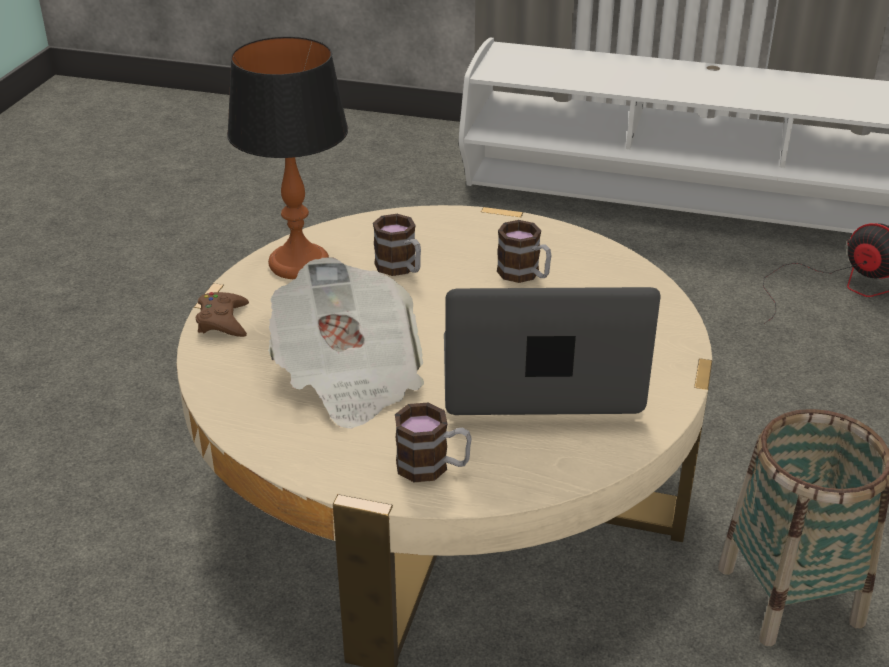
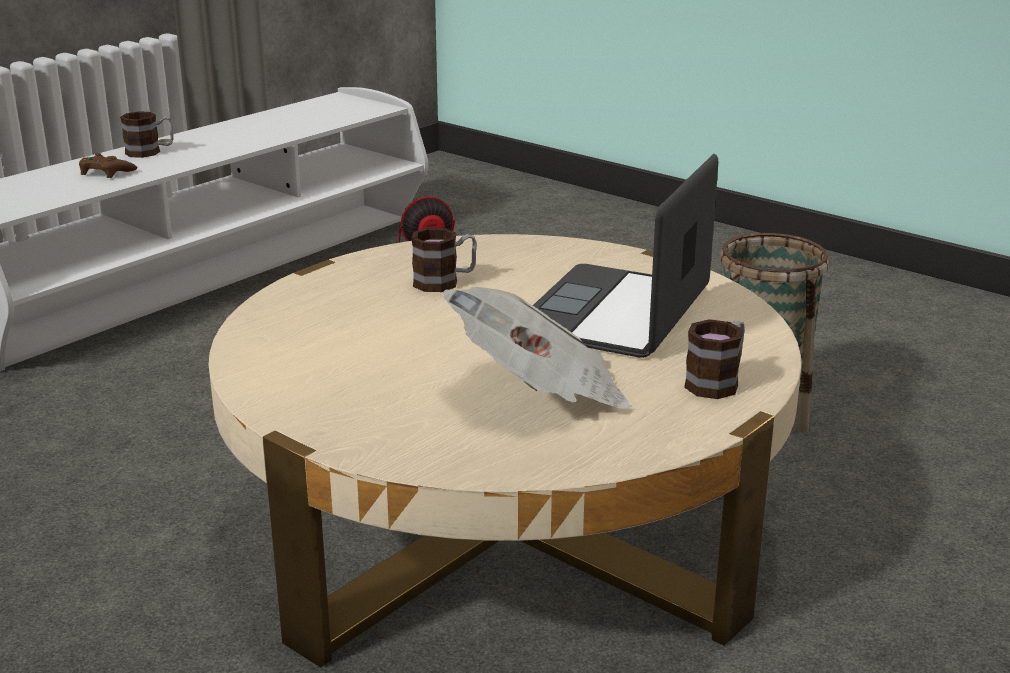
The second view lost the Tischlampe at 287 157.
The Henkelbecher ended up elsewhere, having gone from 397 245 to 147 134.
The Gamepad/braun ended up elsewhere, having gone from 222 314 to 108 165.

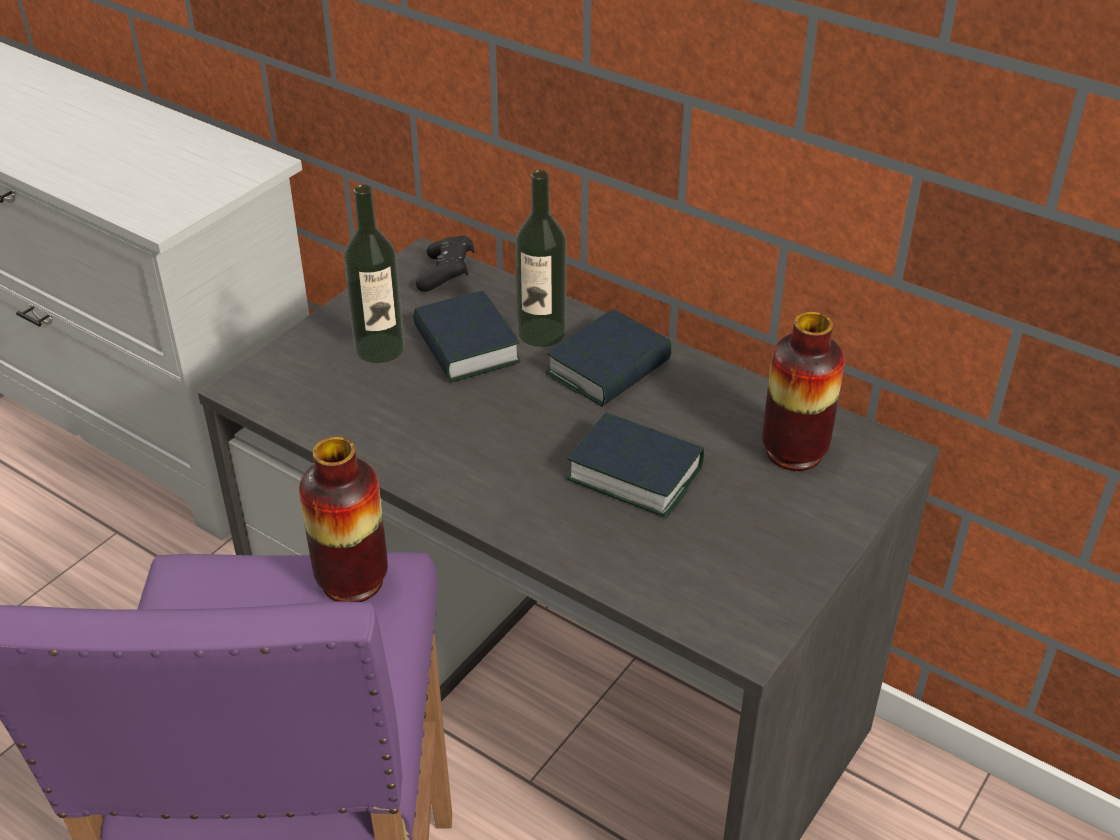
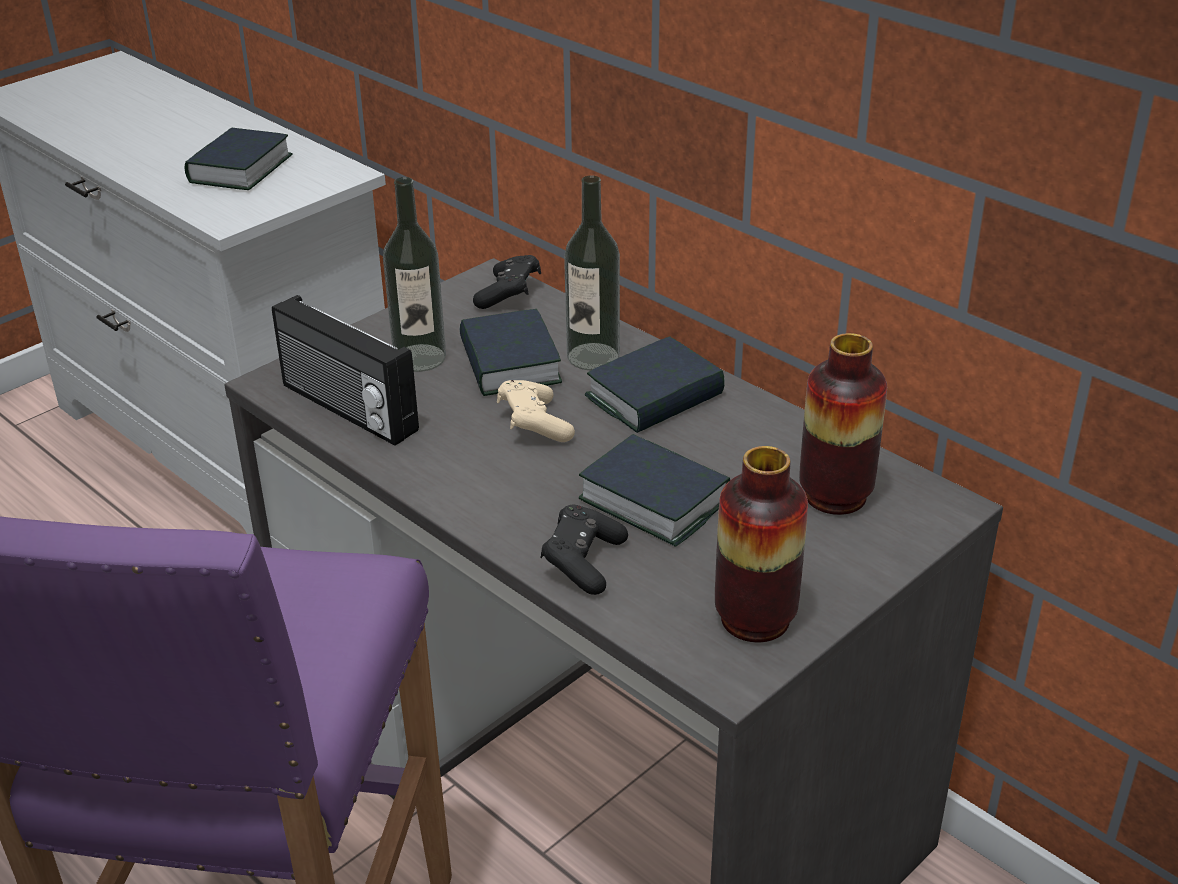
The Vase ended up elsewhere, having gone from 343 519 to 761 544.
The second view gained the Buch at 239 158.
The second view gained the Radio at 345 370.
The second view gained the Gamepad/beige at 536 411.
The second view gained the Gamepad/schwarz at 584 550.

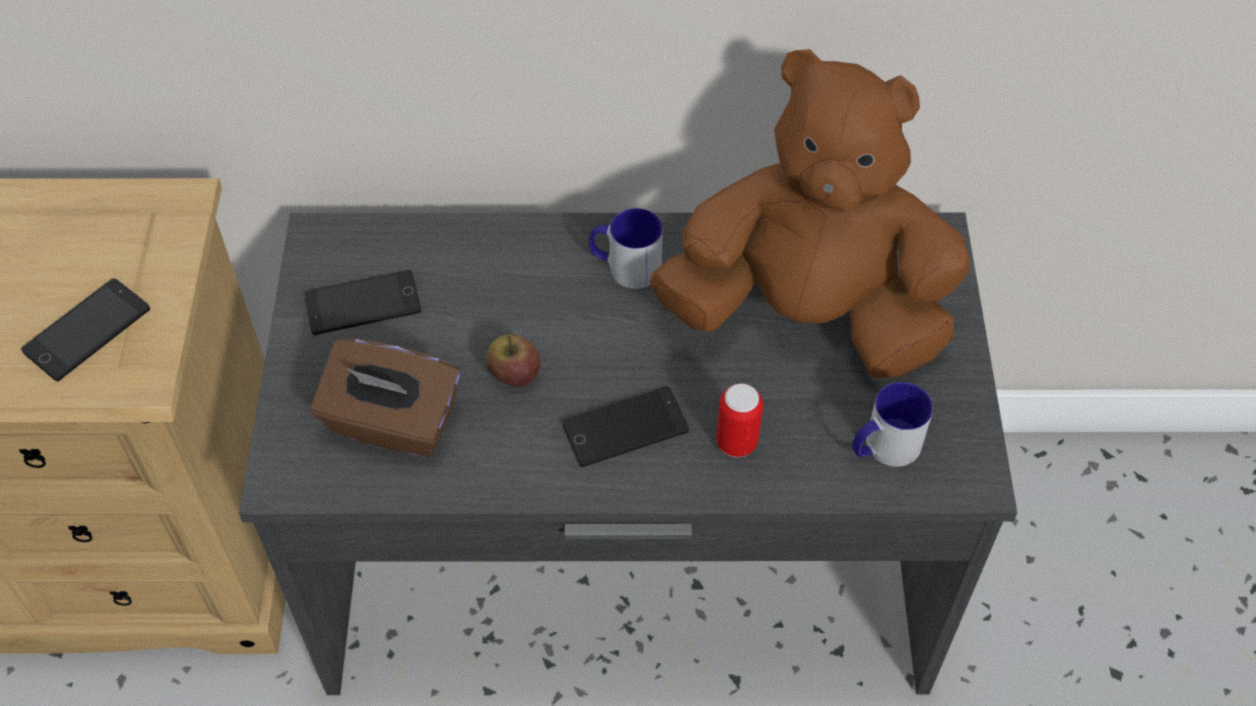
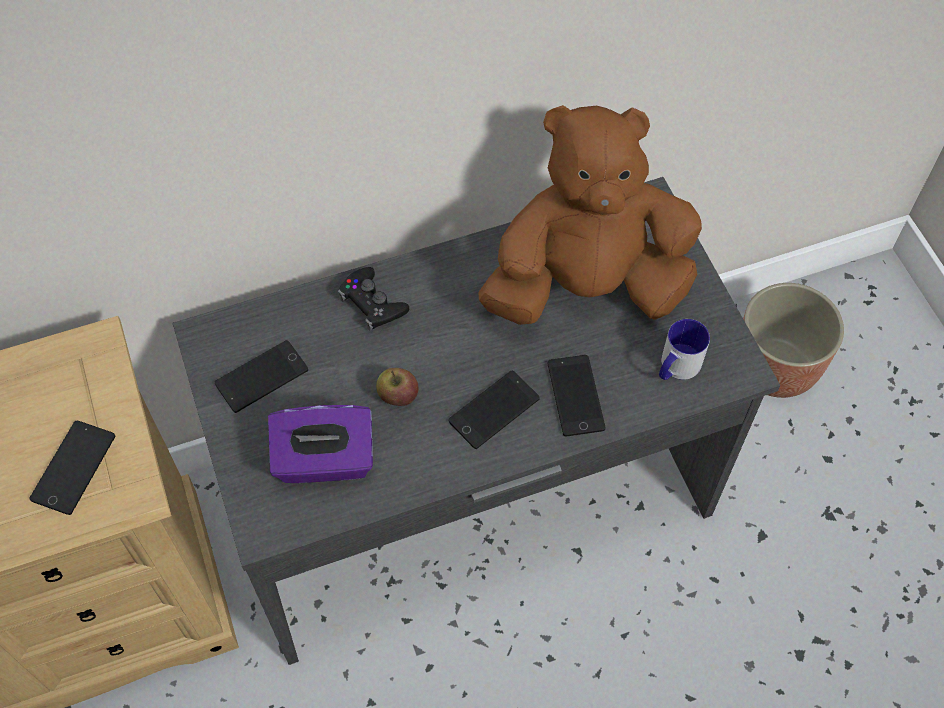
The second view lost the Henkelbecher at 626 248.
What was the Taschentuchbox/braun at 386 398 turned into the Taschentuchbox/lila at 320 444.
Where the Dose stood at 739 420, the Handy came to stand at 576 395.
The second view gained the Gamepad/schwarz at 373 299.
The second view gained the Pflanzkübel at 793 340.

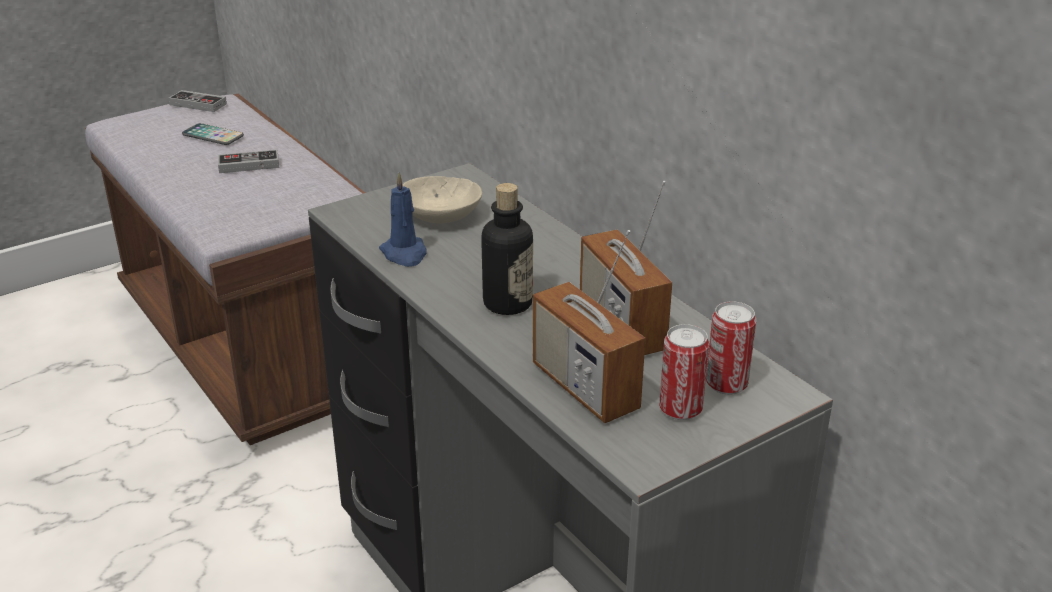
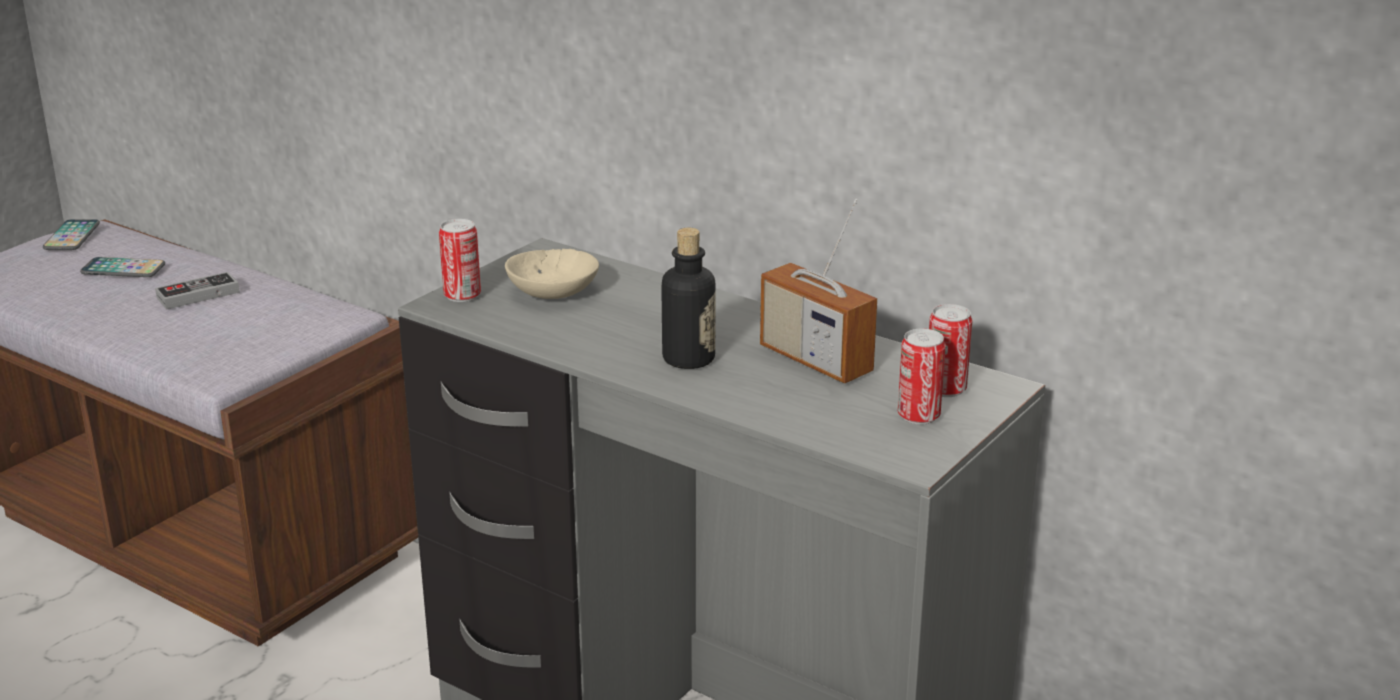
Where the Gamepad stood at 197 101, the Handy came to stand at 71 234.
The second view lost the Kerze/blau at 403 219.
The second view lost the Radio at 589 326.
The second view gained the Dose at 460 260.

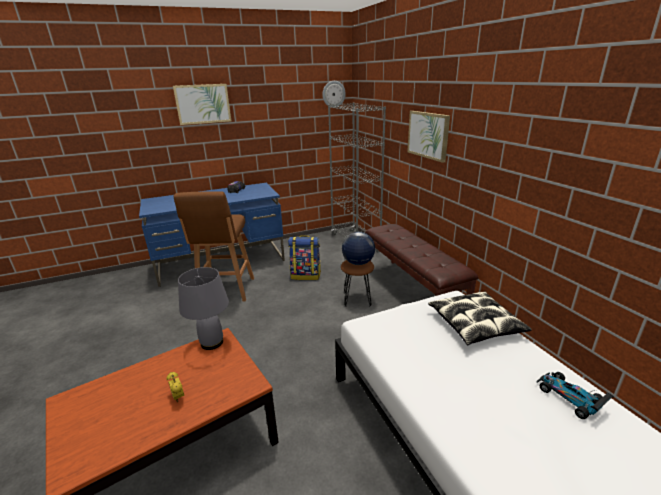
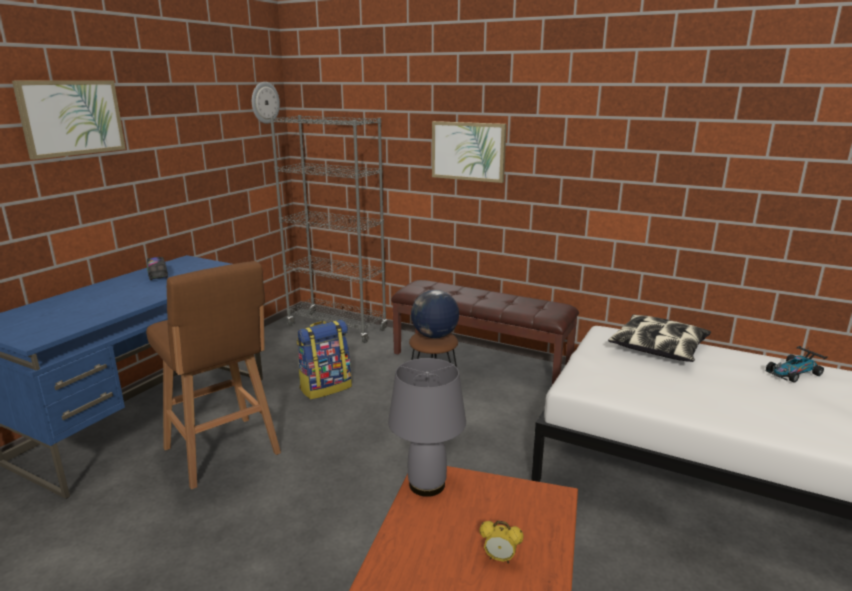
The Spielzeugauto at 575 395 ended up facing another way, 45 degrees counterclockwise from before.

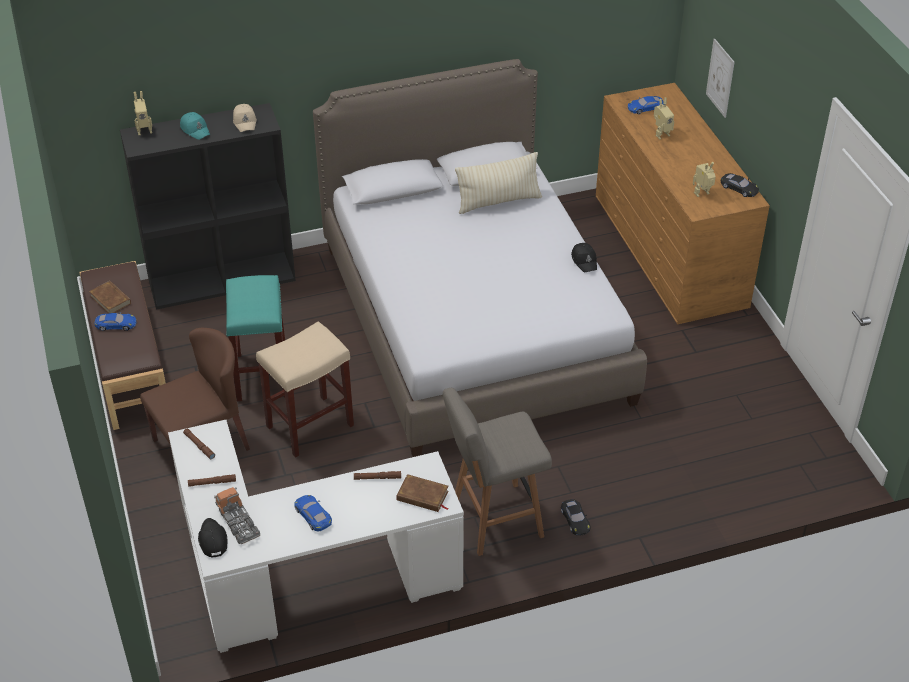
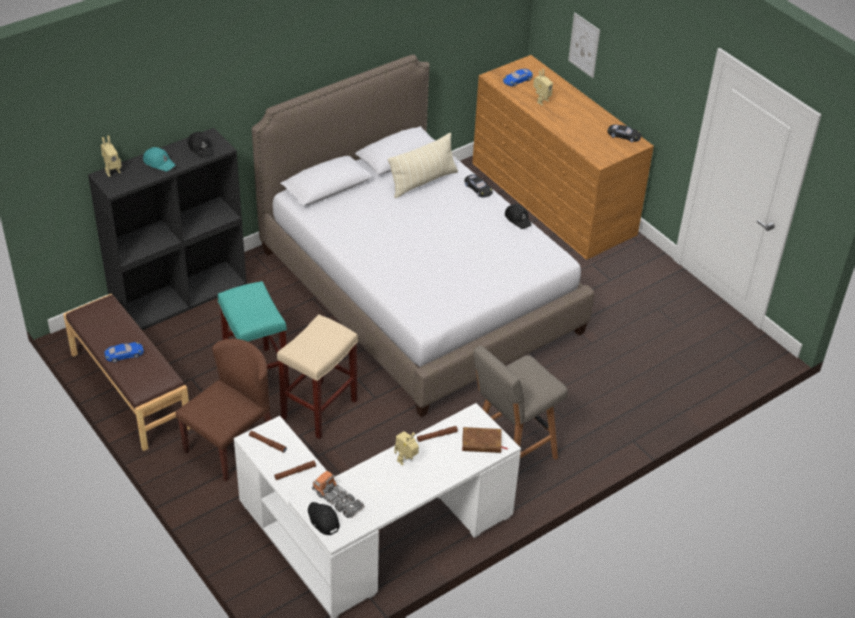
What was the Kappe/beige at 245 118 turned into the Kappe/schwarz at 200 145.
The Spielzeugroboter ended up elsewhere, having gone from 704 179 to 406 448.
The second view lost the Buch/braun at 110 297.
The second view lost the Spielzeugauto/blau at 313 513.
The Spielzeugauto/schwarz ended up elsewhere, having gone from 576 517 to 478 186.

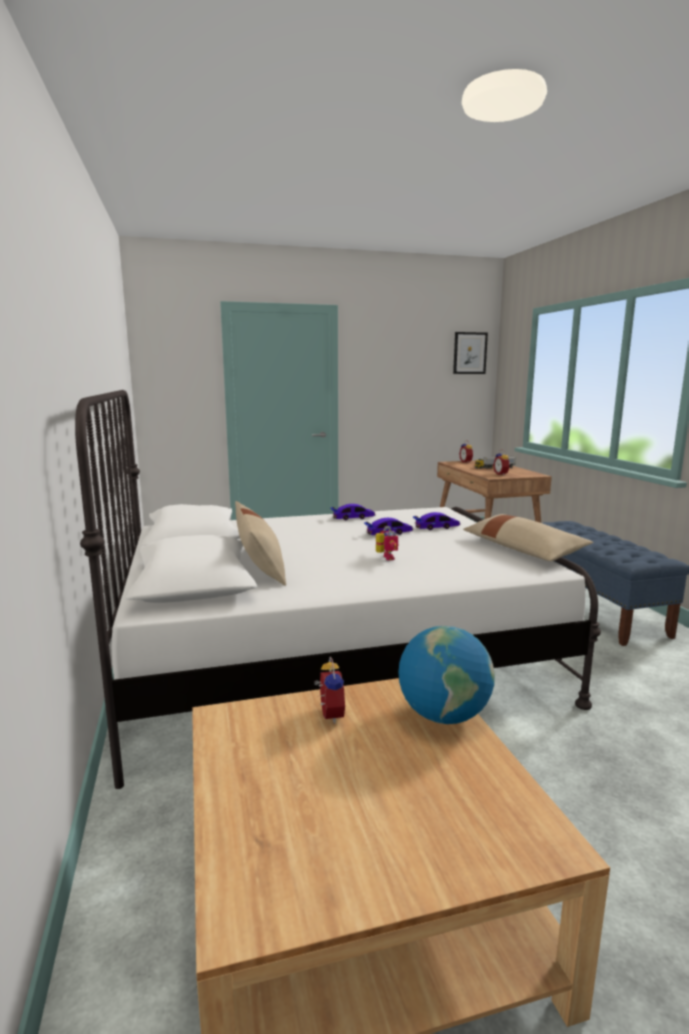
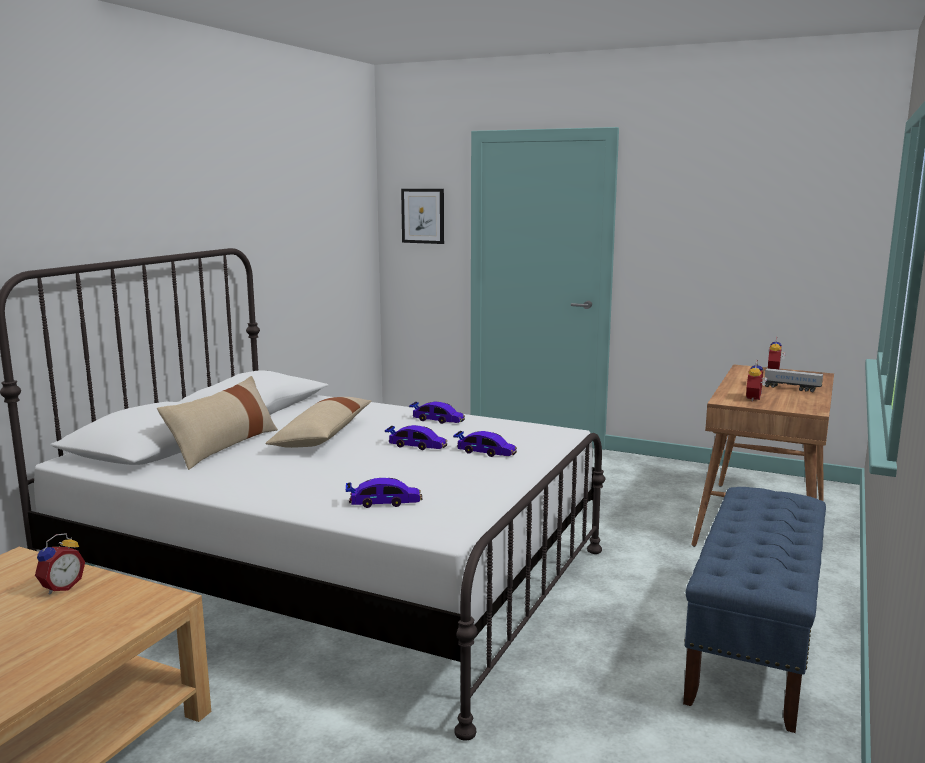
The Bild ended up elsewhere, having gone from 470 353 to 422 216.
The Kissen/beige ended up elsewhere, having gone from 528 537 to 318 422.
The second view lost the Spielzeugroboter at 387 543.
The second view lost the Globus at 446 675.
The second view gained the Spielzeugauto at 384 493.

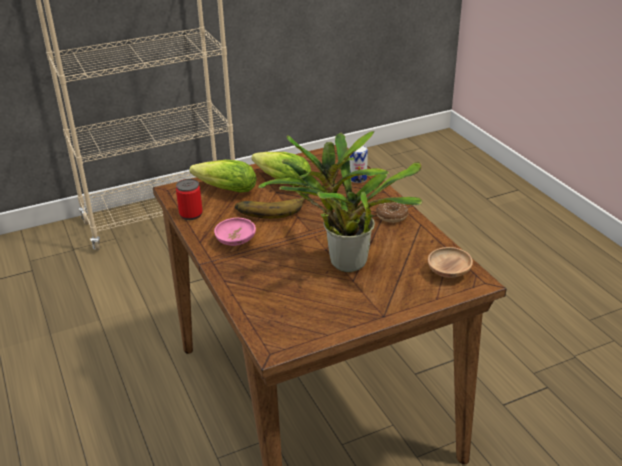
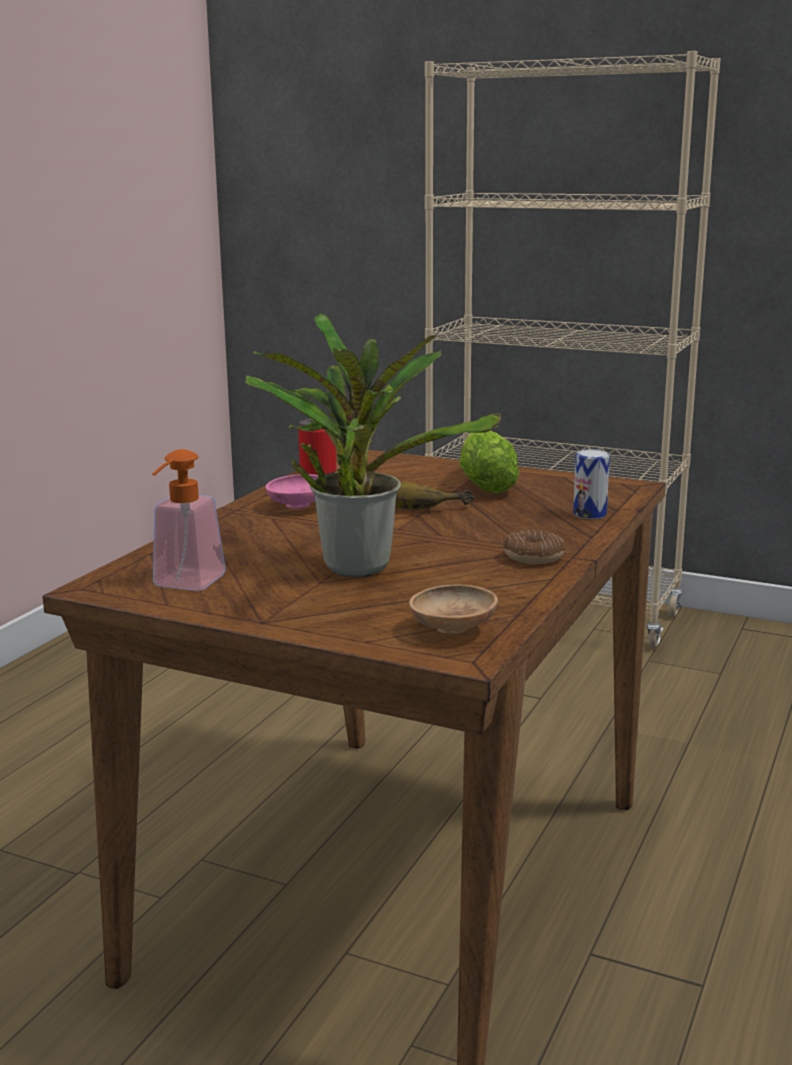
The second view lost the Salatkopf at 223 176.
The second view gained the Seifenspender at 189 520.

